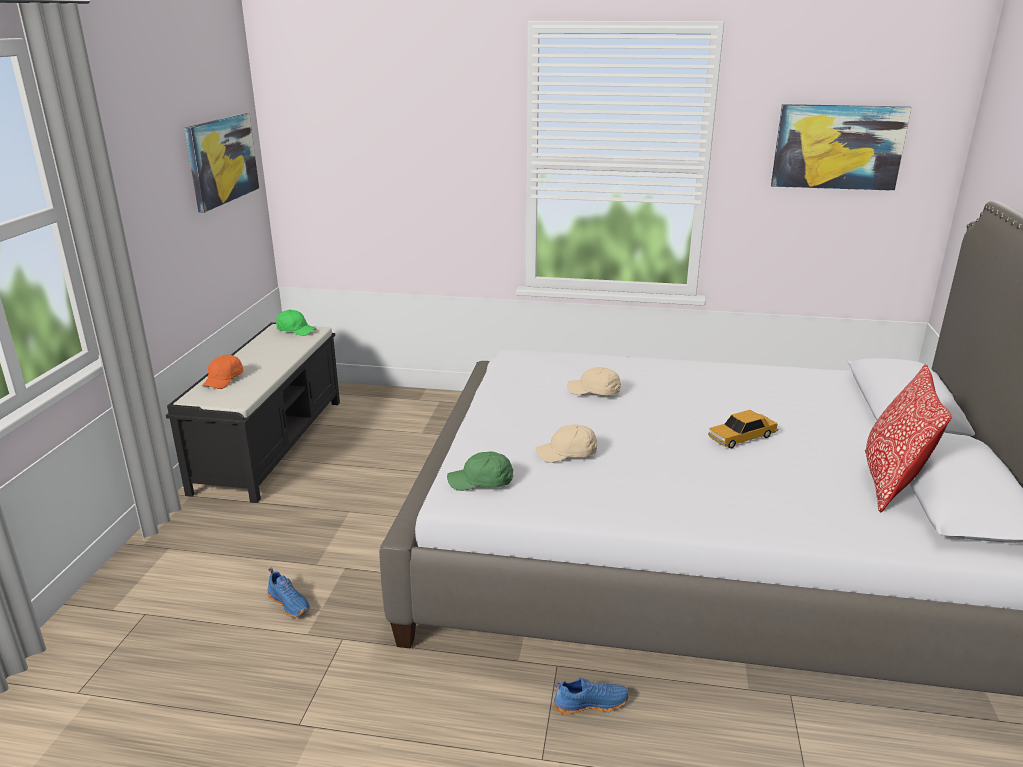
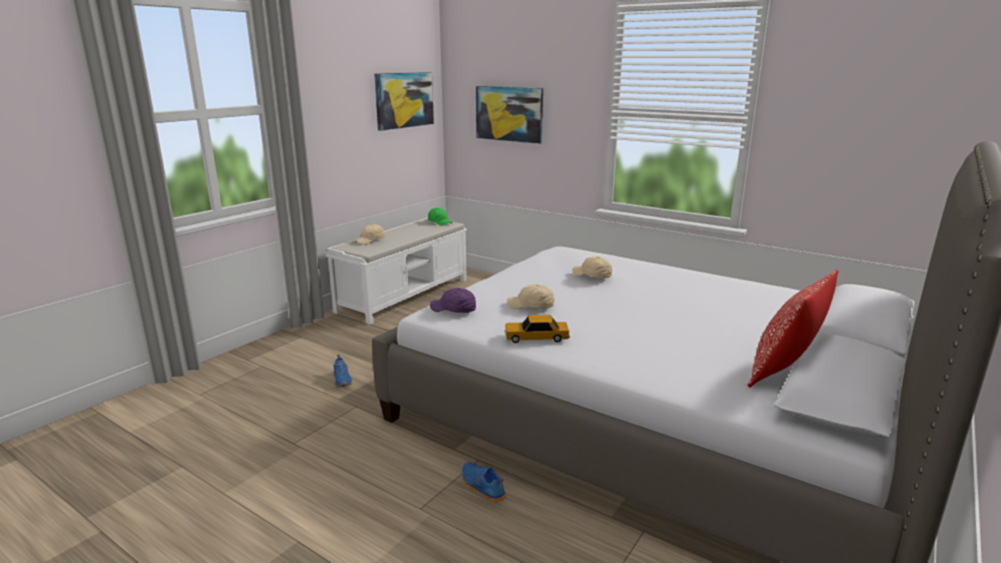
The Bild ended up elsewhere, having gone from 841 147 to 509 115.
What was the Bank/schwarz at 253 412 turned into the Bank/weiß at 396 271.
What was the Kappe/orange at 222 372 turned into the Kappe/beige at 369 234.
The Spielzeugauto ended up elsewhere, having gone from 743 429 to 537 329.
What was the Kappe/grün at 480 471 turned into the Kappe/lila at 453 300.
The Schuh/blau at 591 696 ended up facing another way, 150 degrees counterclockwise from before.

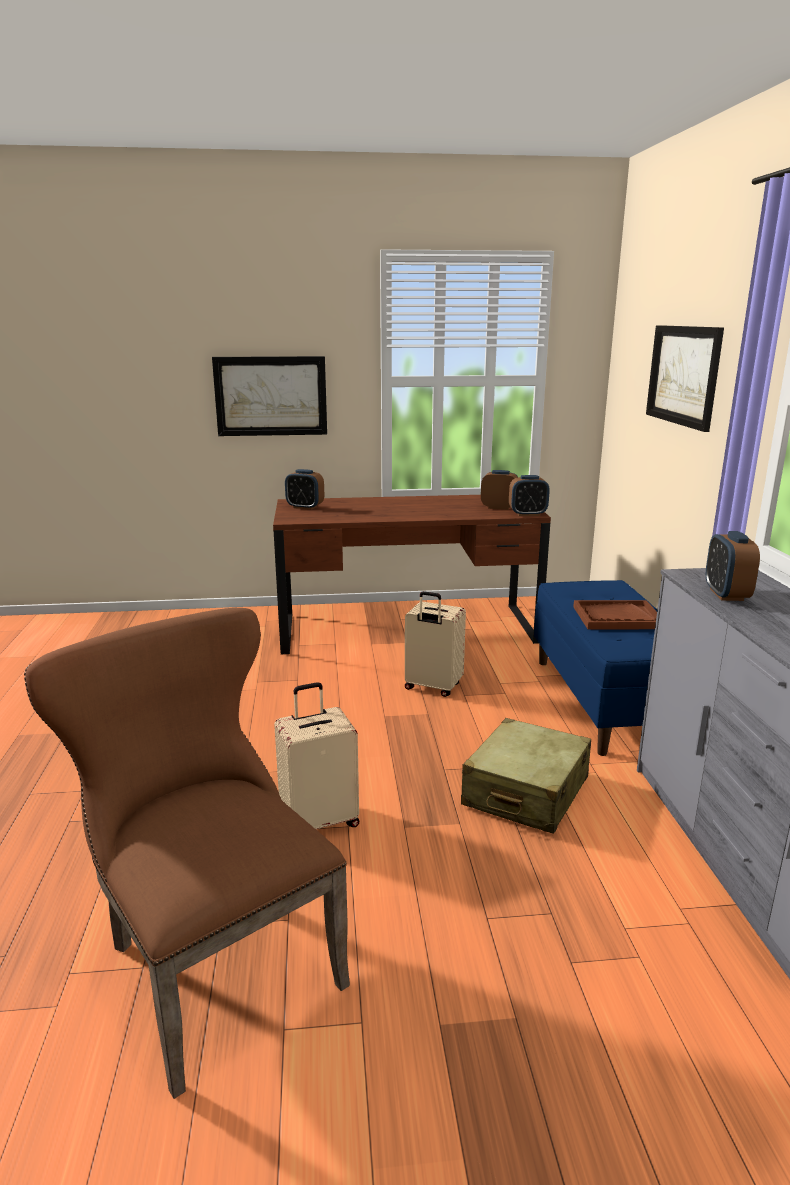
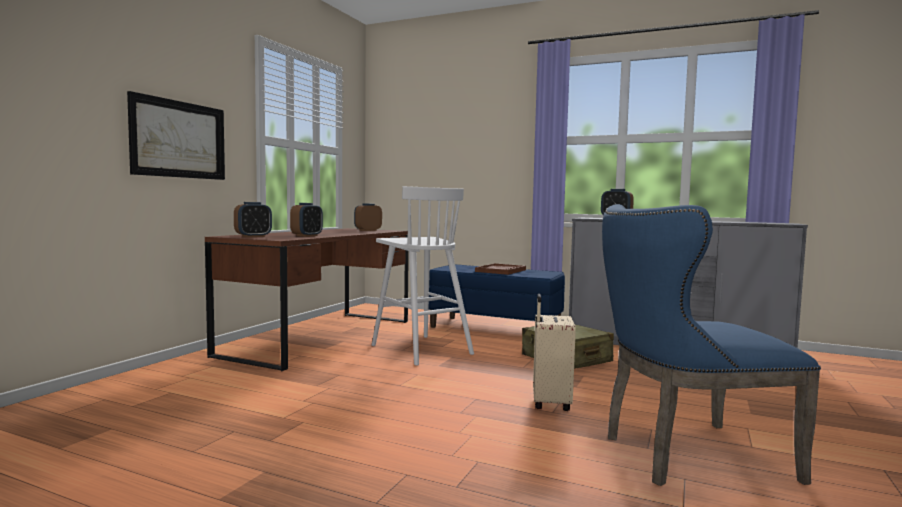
The second view lost the Bild at 685 378.
The Wecker ended up elsewhere, having gone from 529 495 to 306 220.
Where the Koffer/beige stood at 435 644, the Hocker/weiß came to stand at 423 276.
What was the Stuhl/braun at 187 853 turned into the Stuhl/blau at 711 345.

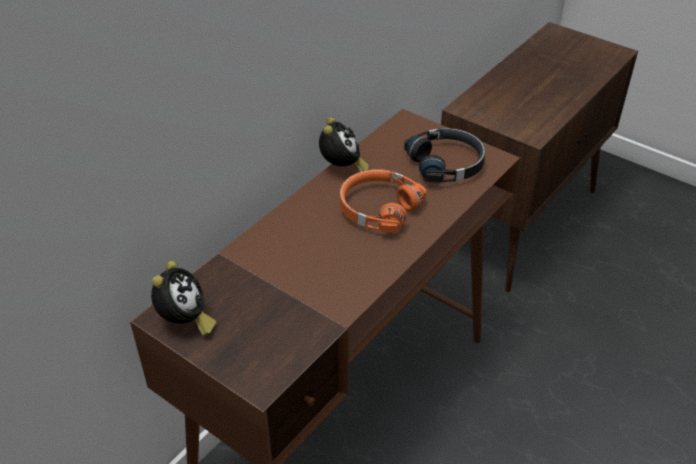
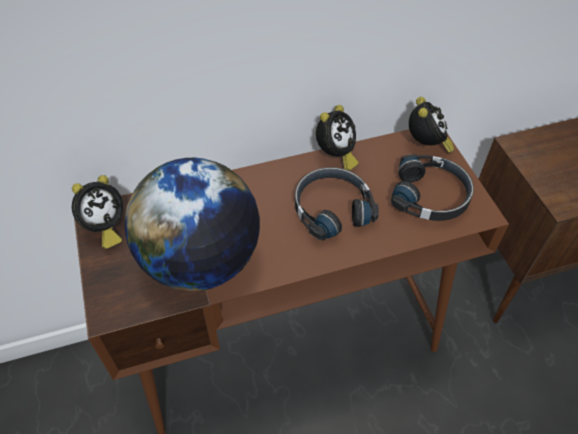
What was the Kopfhörer/orange at 383 201 turned into the Kopfhörer/schwarz at 337 204.
The second view gained the Wecker at 431 125.
The second view gained the Globus at 192 224.

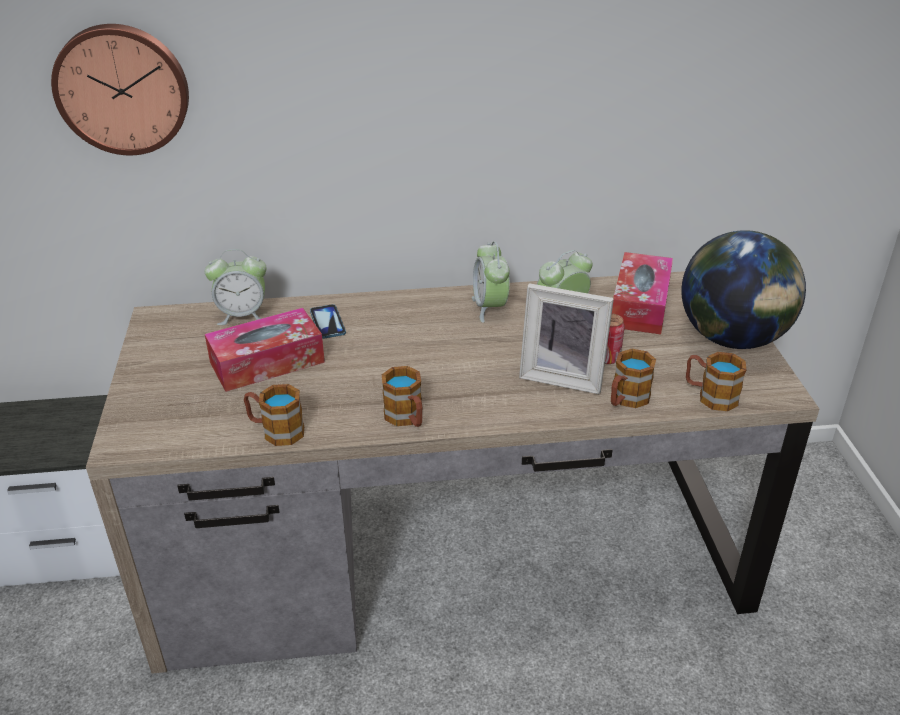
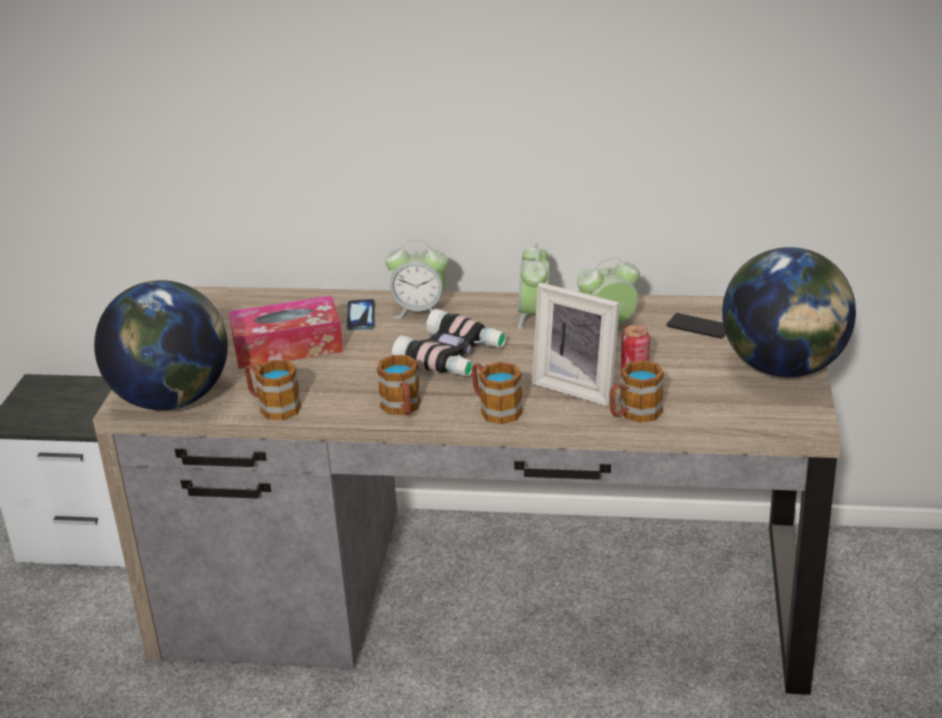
The second view lost the Wanduhr at 120 89.
The Wecker ended up elsewhere, having gone from 236 287 to 416 279.
Where the Taschentuchbox stood at 642 293, the Handy came to stand at 696 325.
The Henkelbecher ended up elsewhere, having gone from 716 381 to 497 393.
The second view gained the Globus at 161 345.
The second view gained the Fernglas at 449 342.

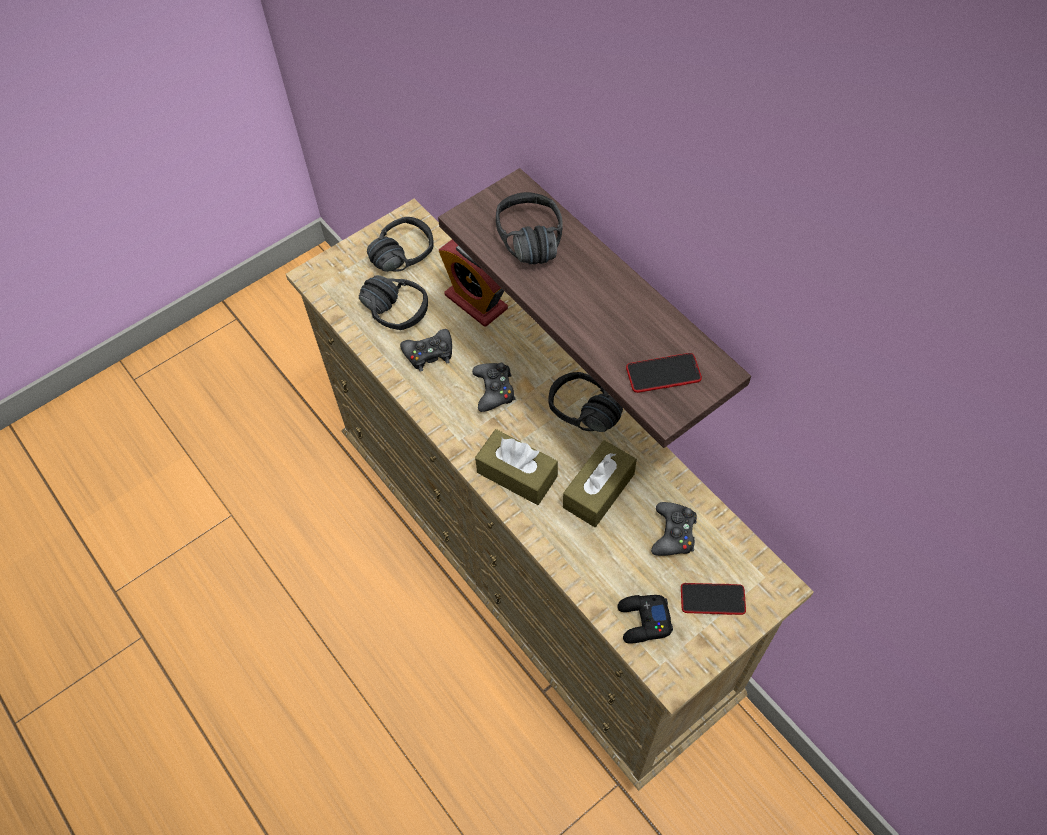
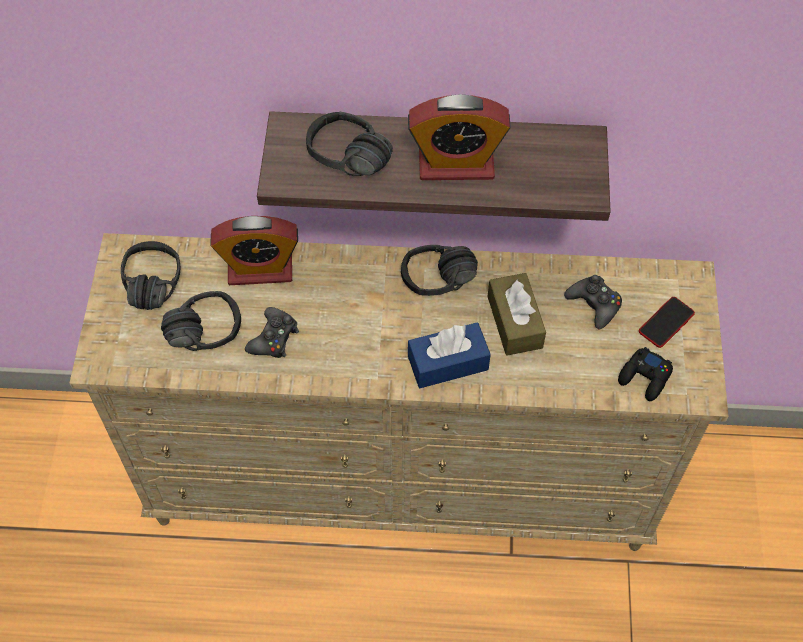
The second view lost the Handy at 664 373.
The second view lost the Gamepad/schwarz at 493 387.
What was the Taschentuchbox/braun at 516 467 turned into the Taschentuchbox/blau at 449 355.
The second view gained the Wecker at 459 137.

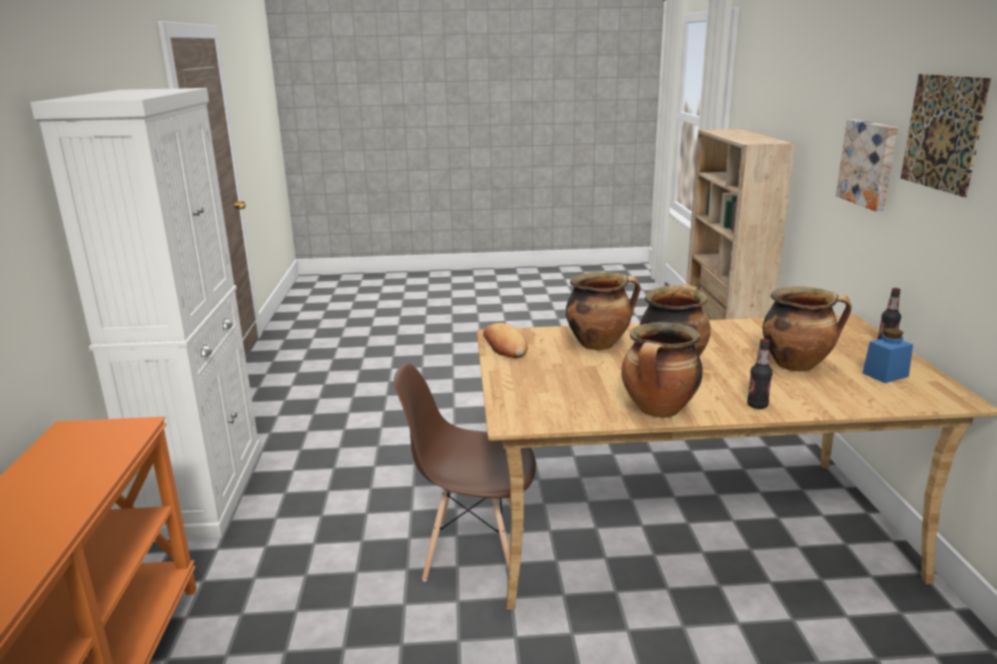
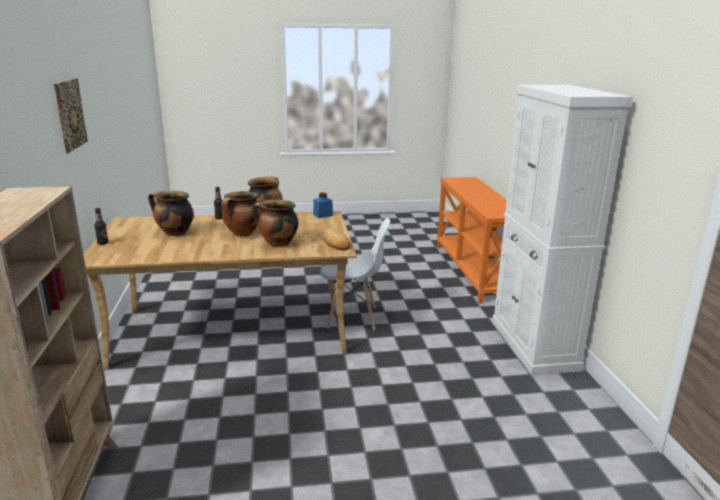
The second view lost the Bild at 867 165.
The Vorratsglas/blau ended up elsewhere, having gone from 888 355 to 323 205.
What was the Stuhl/braun at 465 472 turned into the Stuhl/weiß at 355 274.

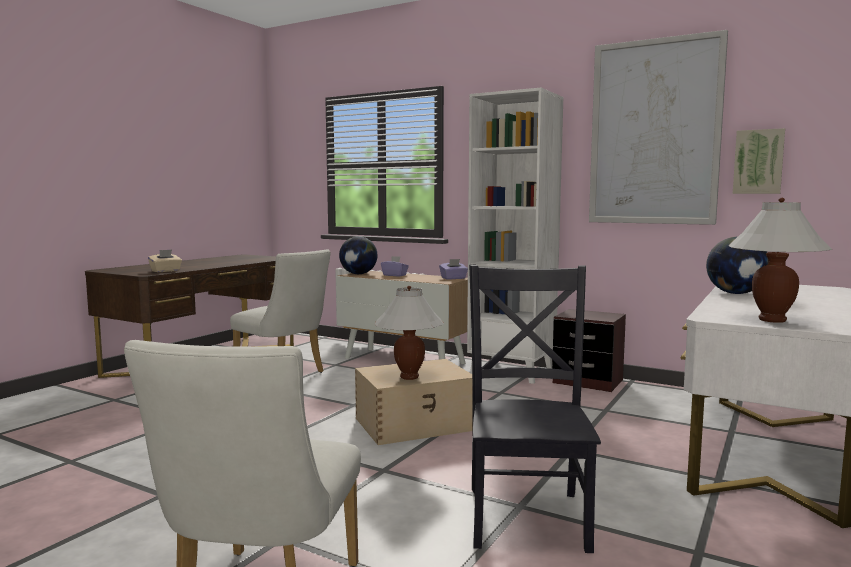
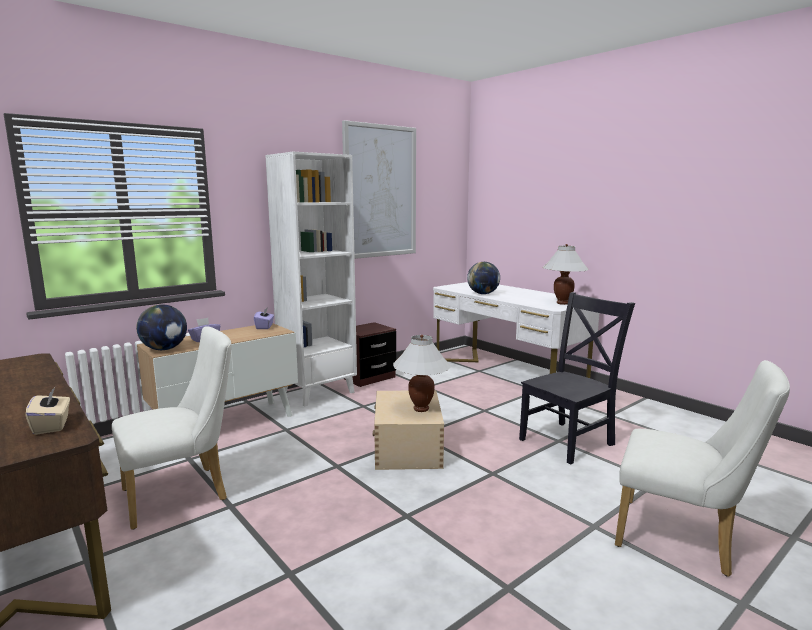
The second view lost the Bild at 759 161.
The Stuhl/schwarz at 535 409 ended up facing another way, 120 degrees clockwise from before.

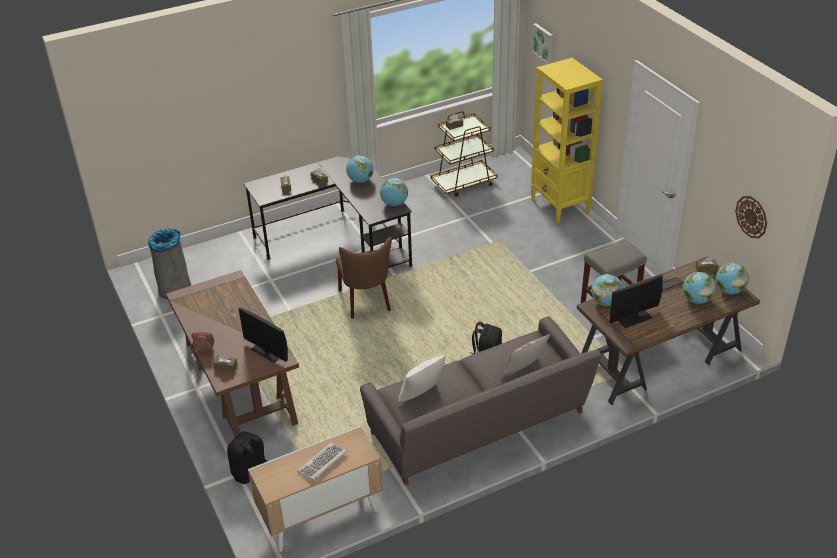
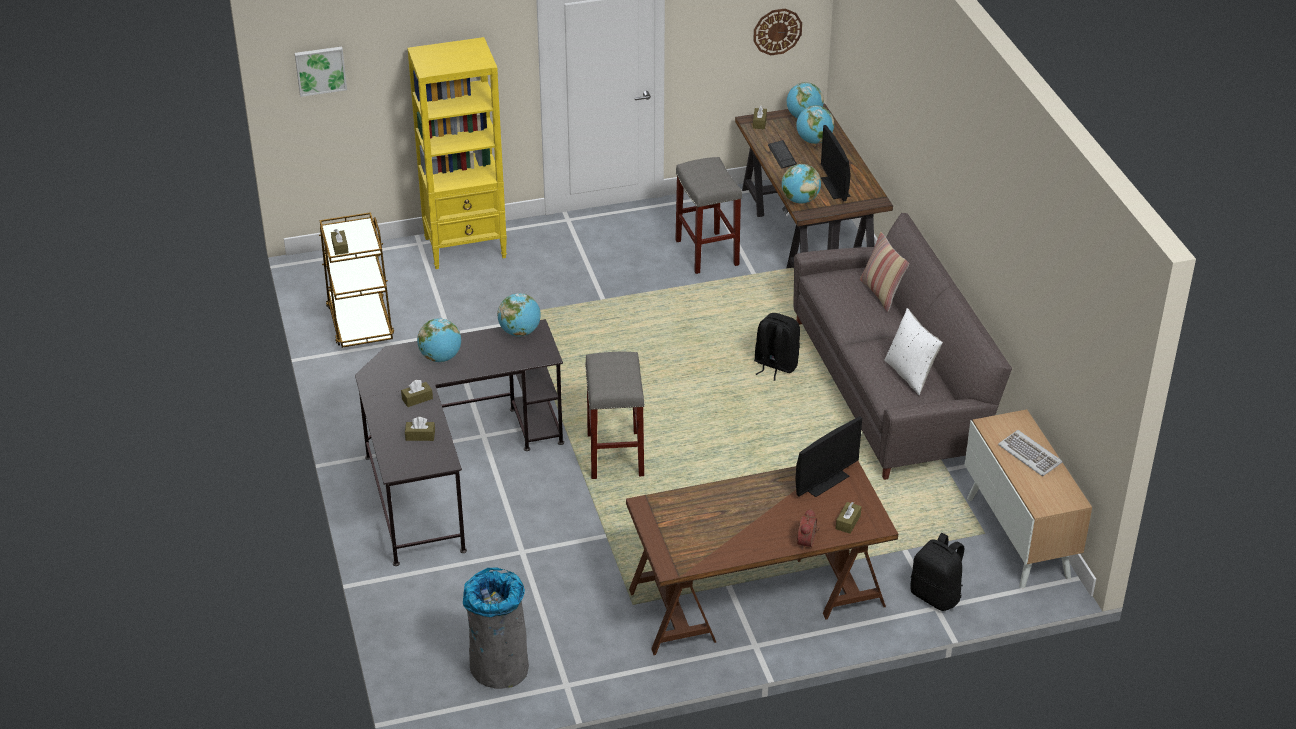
Where the Stuhl/braun stood at 364 278, the Hocker/grau came to stand at 615 415.

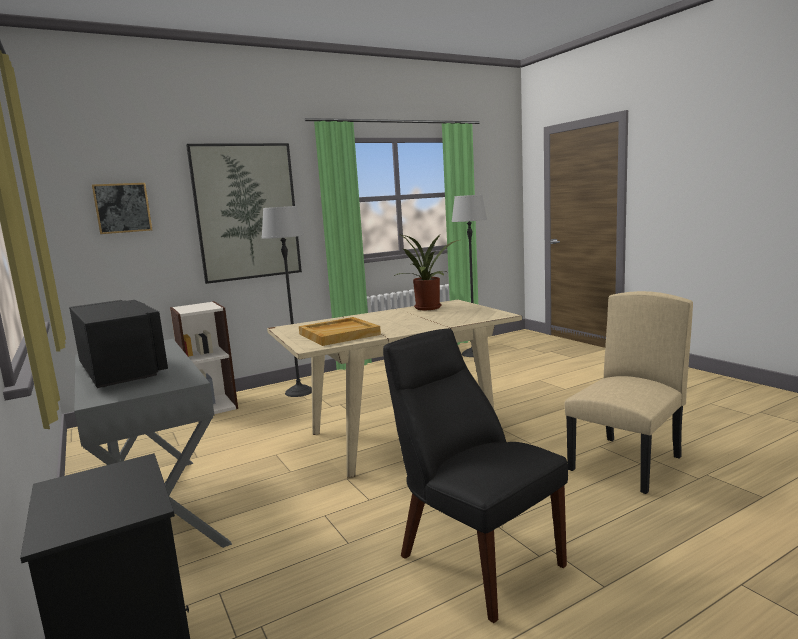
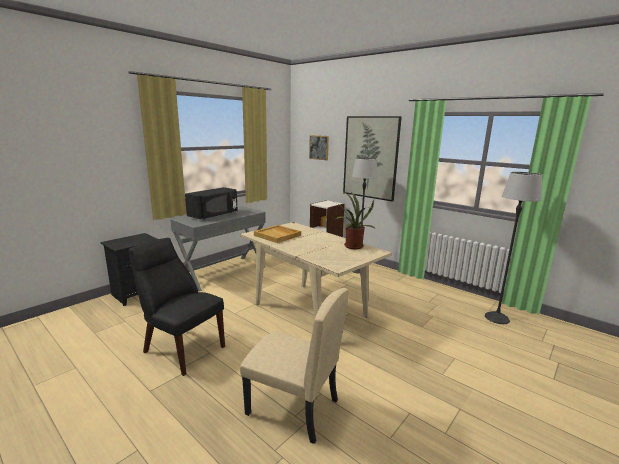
The Stuhl/schwarz at 475 476 ended up facing another way, 90 degrees counterclockwise from before.

